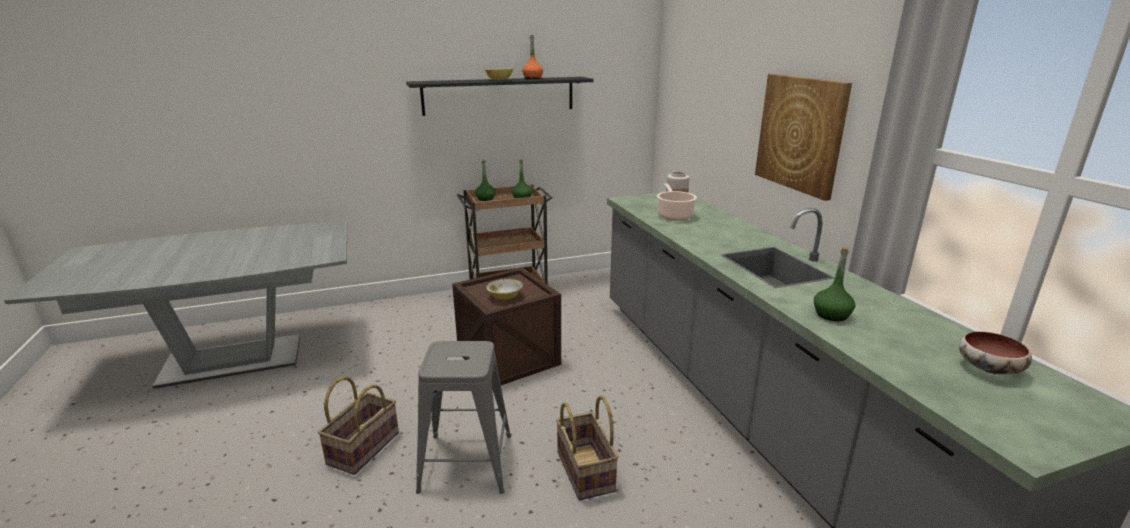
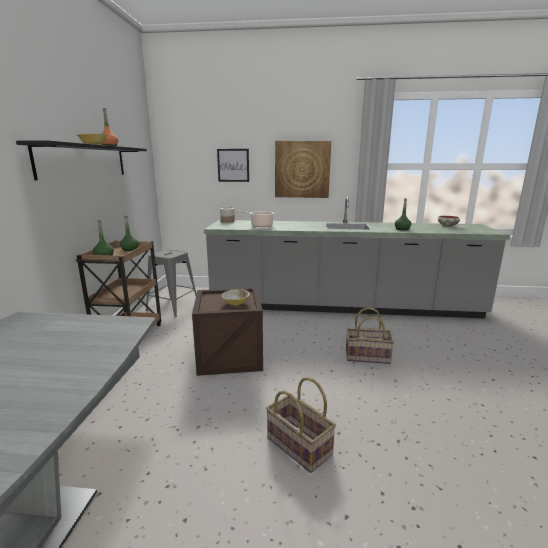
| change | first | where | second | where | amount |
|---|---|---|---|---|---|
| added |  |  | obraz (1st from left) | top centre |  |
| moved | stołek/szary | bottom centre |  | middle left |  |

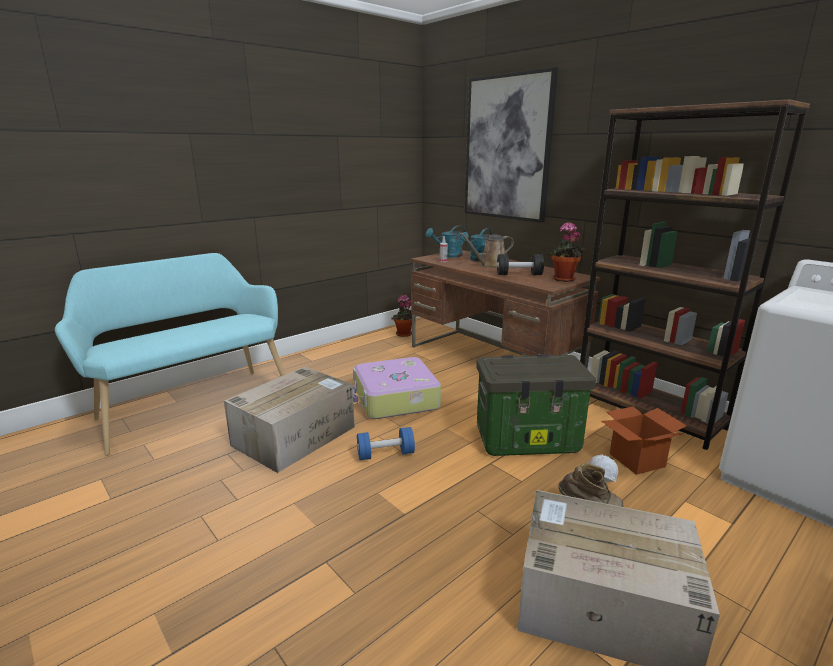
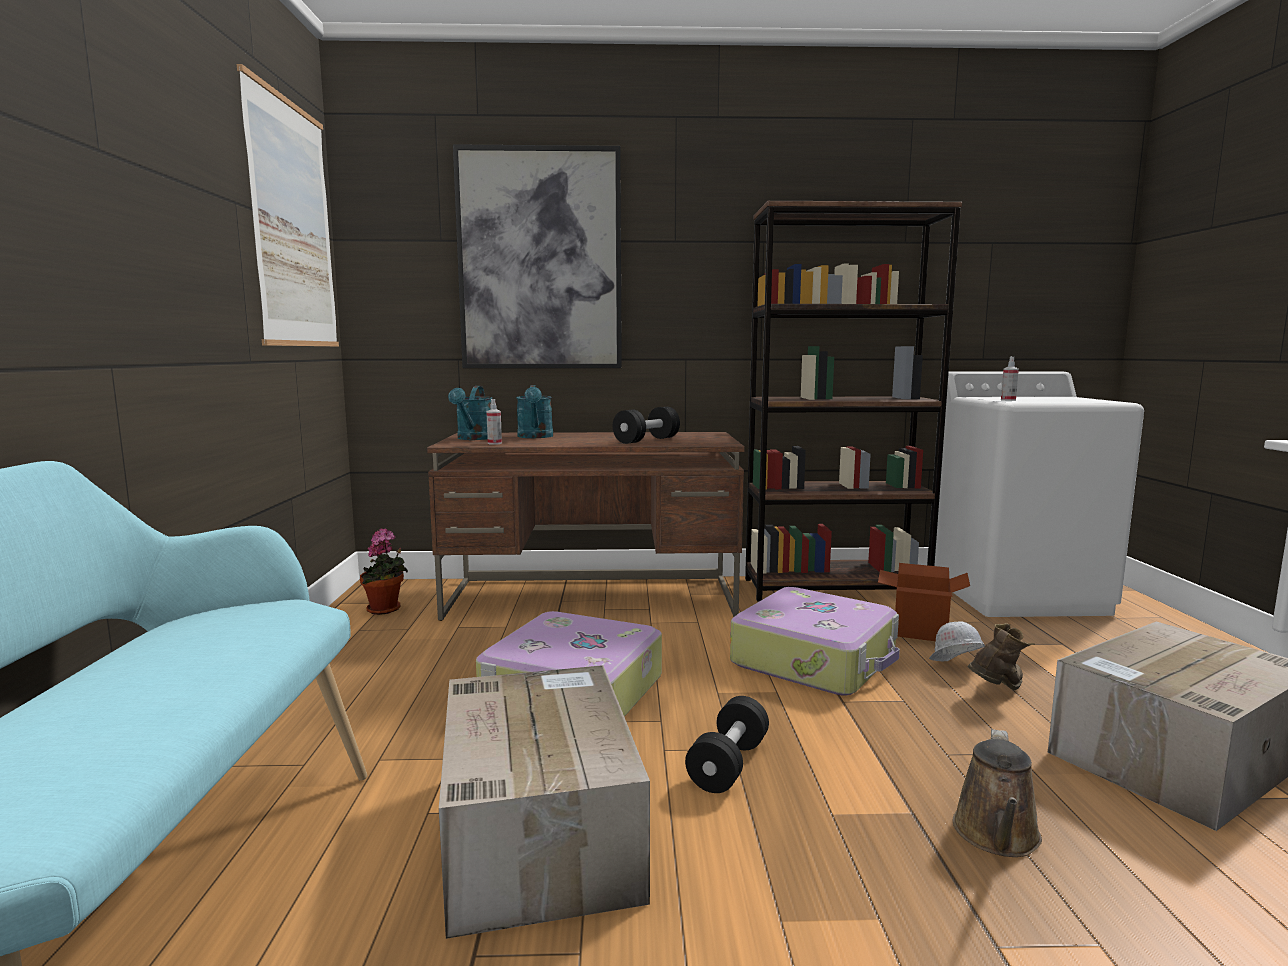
| change | first | where | second | where | amount |
|---|---|---|---|---|---|
| removed | roślina doniczkowa (2nd from left) | middle right |  |  |  |
| added |  |  | obraz (1st from left) | top left |  |
| added |  |  | spryskiwacz (2nd from left) | middle right |  |
| moved | konewka/brązowy | centre |  | bottom right |  |
| replaced | pojemnik do przechowywania | centre | walizka (2nd from left) | centre |  |
| recoloured | hantel/niebieski | centre | hantel/czarny (2nd from left) | bottom centre |  |

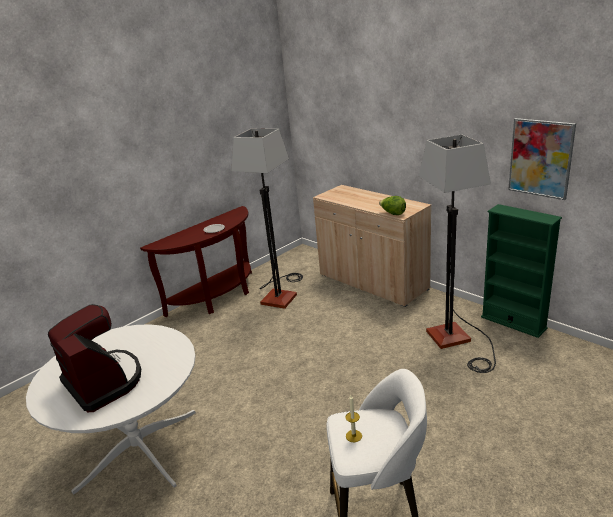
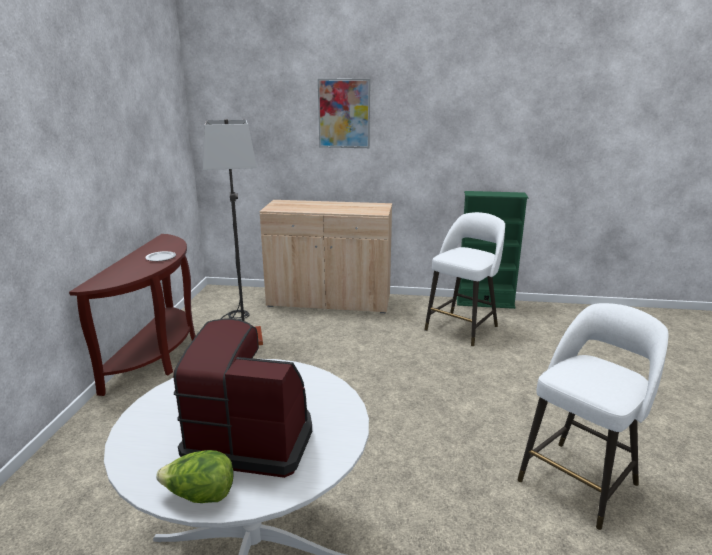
| change | first | where | second | where | amount |
|---|---|---|---|---|---|
| removed | świeca | bottom centre |  |  |  |
| moved | sałata | centre |  | bottom left |  |
| moved | obraz | top right |  | top centre |  |
| replaced | lampa stojąca (2nd from left) | middle right | stołek/biały (1st from left) | centre |  |

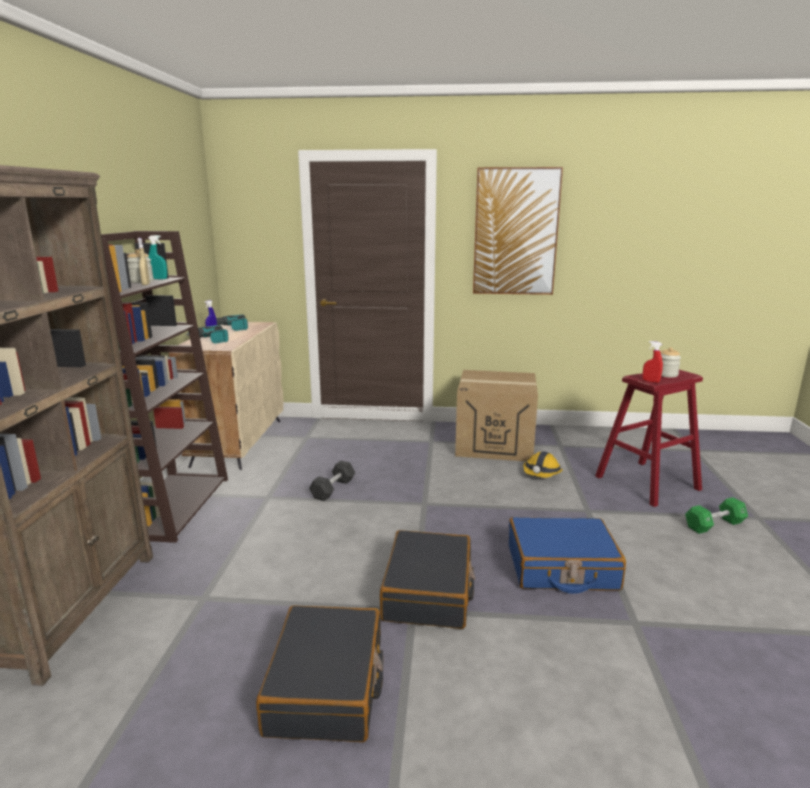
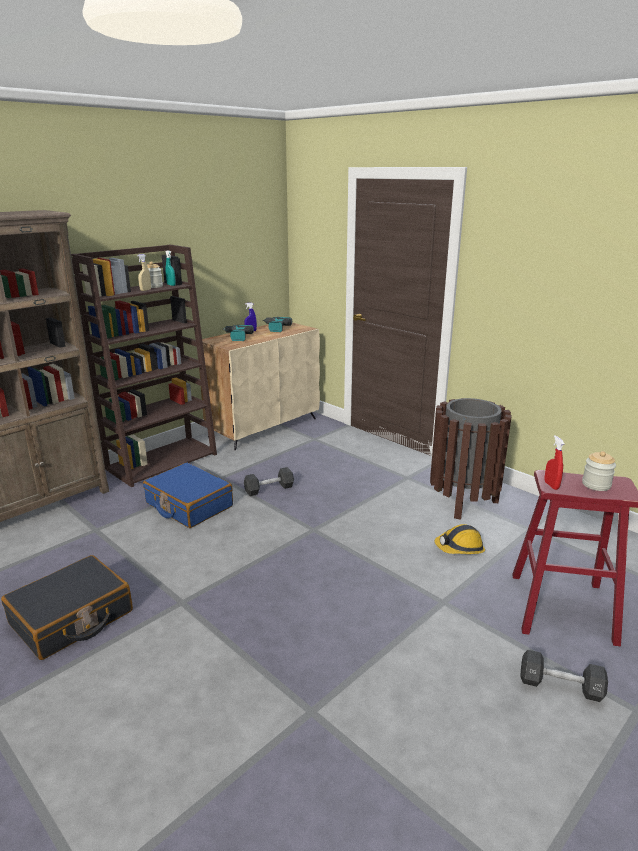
| change | first | where | second | where | amount |
|---|---|---|---|---|---|
| removed | walizka/czarny (2nd from left) | bottom centre |  |  |  |
| removed | obraz | top centre |  |  |  |
| moved | walizka/niebieski | bottom right |  | middle left |  |
| replaced | karton | centre | kosz na śmieci/brązowy | middle right |  |
| recoloured | hantel/zielony | middle right | hantel/czarny (2nd from left) | bottom right |  |

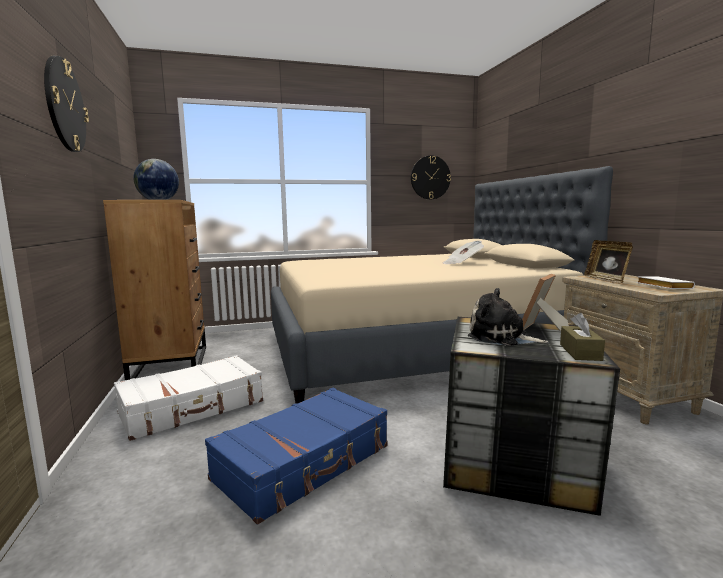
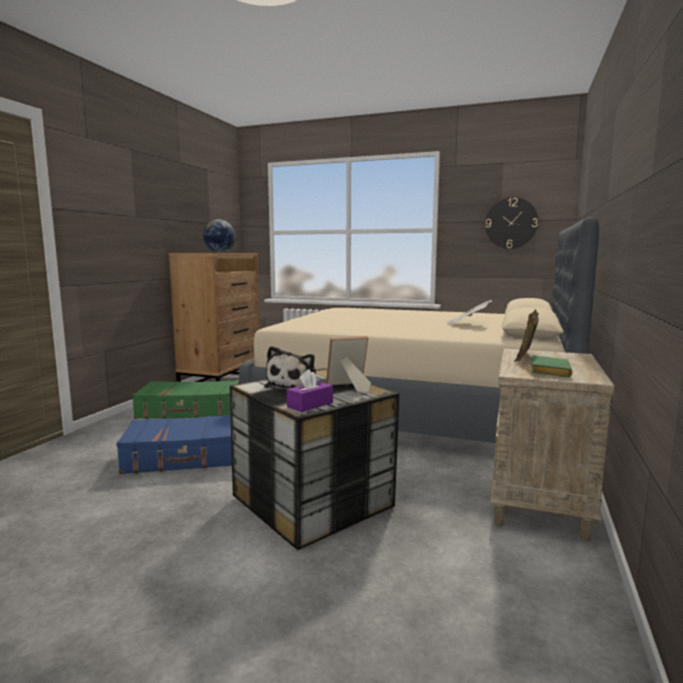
| change | first | where | second | where | amount |
|---|---|---|---|---|---|
| removed | zegar ścienny (1st from left) | top left |  |  |  |
| recoloured | walizka/biały | bottom left | walizka/zielony | middle left |  |
| recoloured | pudełko chusteczek/brązowy | middle right | pudełko chusteczek/fioletowy | centre |  |
| recoloured | książka/biały | middle right | książka/zielony | middle right |  |
| turned | pluszak | middle right |  | centre | 135 degrees counterclockwise |

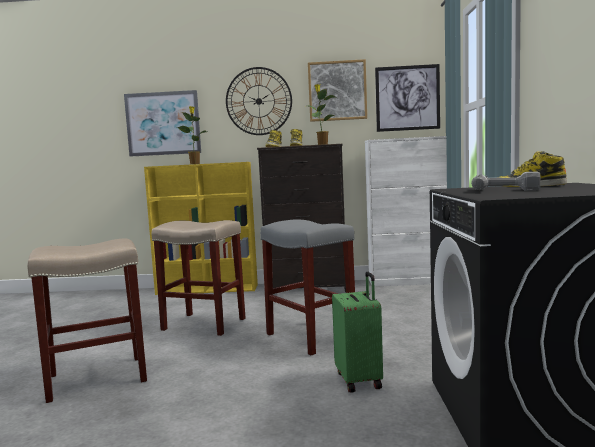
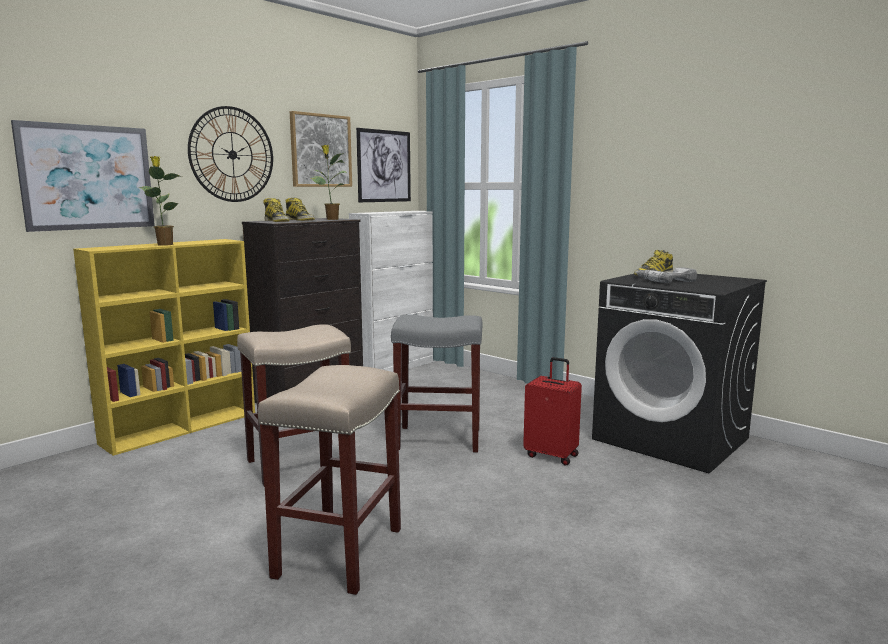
| change | first | where | second | where | amount |
|---|---|---|---|---|---|
| recoloured | walizka/zielony | bottom centre | walizka/czerwony | centre |  |

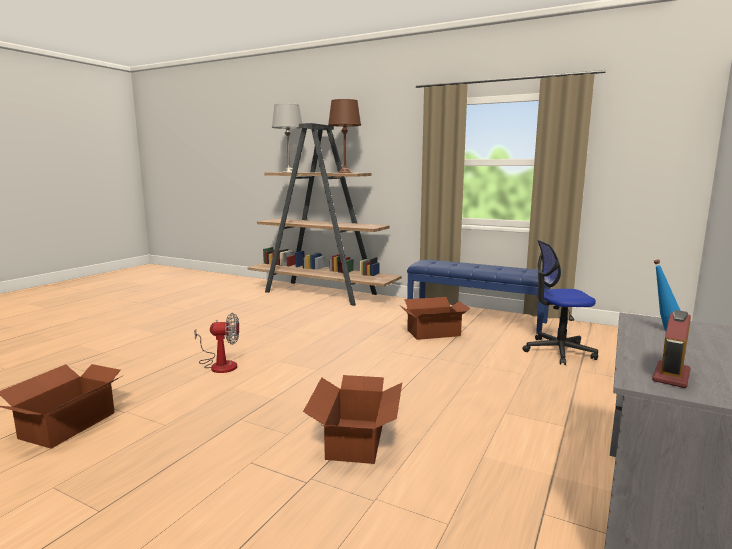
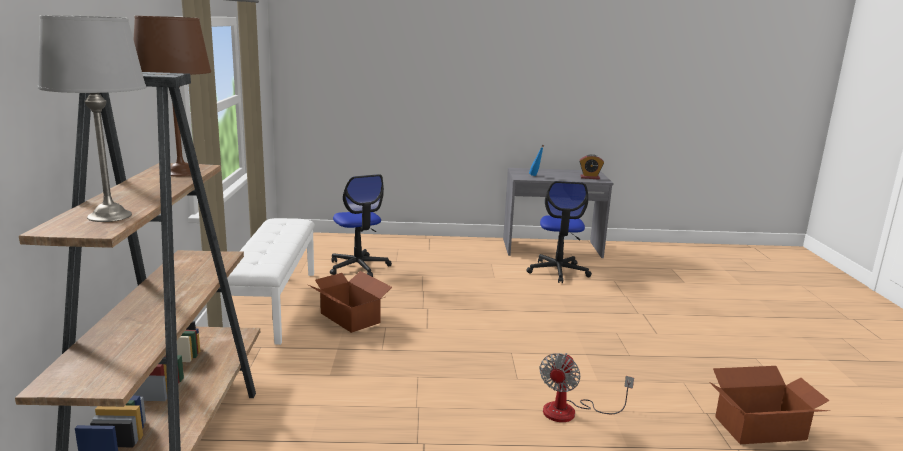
| change | first | where | second | where | amount |
|---|---|---|---|---|---|
| removed | karton (2nd from left) | bottom centre |  |  |  |
| added |  |  | krzesło biurowe (2nd from left) | centre |  |
| recoloured | ławka/niebieski | centre | ławka/biały | middle left |  |
| turned | wentylator | middle left |  | bottom centre | 120 degrees counterclockwise |

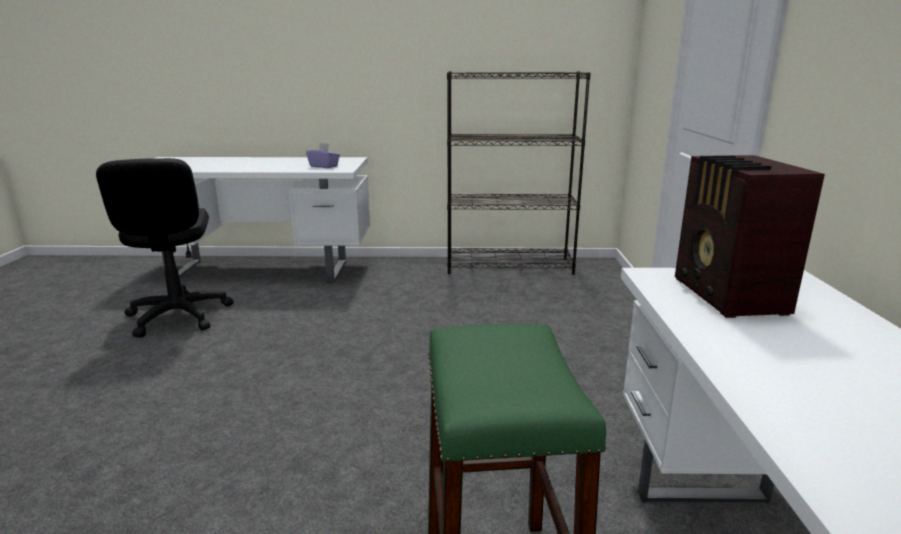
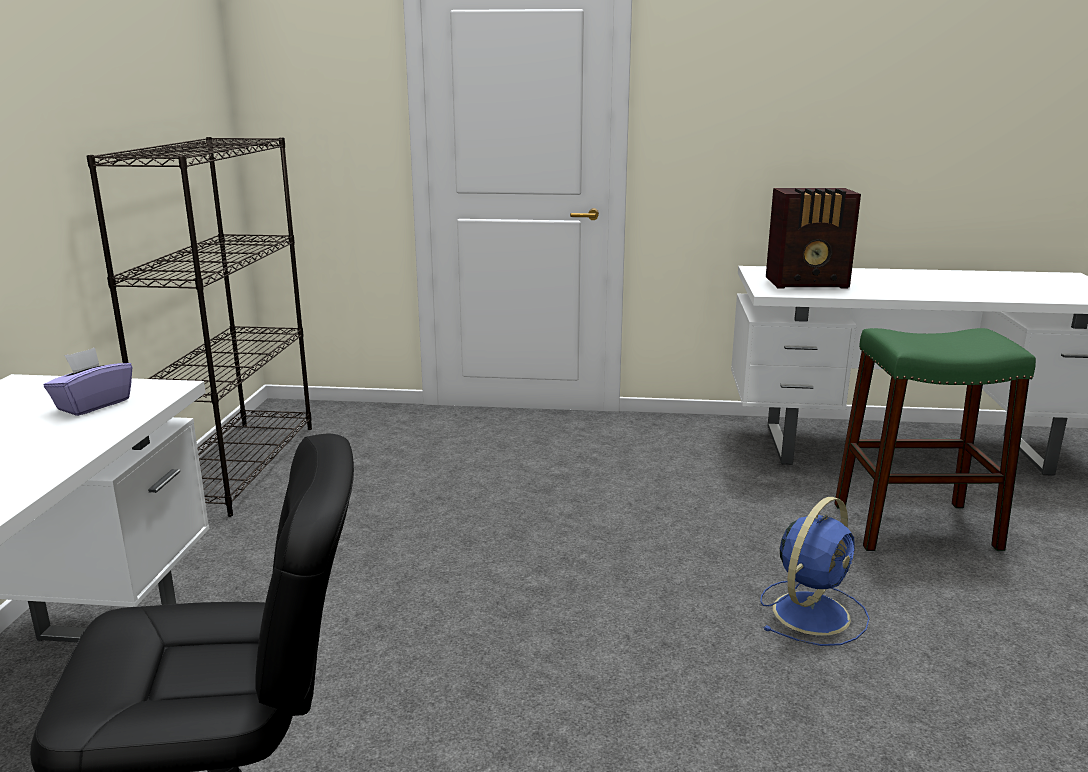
| change | first | where | second | where | amount |
|---|---|---|---|---|---|
| added |  |  | wentylator/niebieski | bottom right |  |

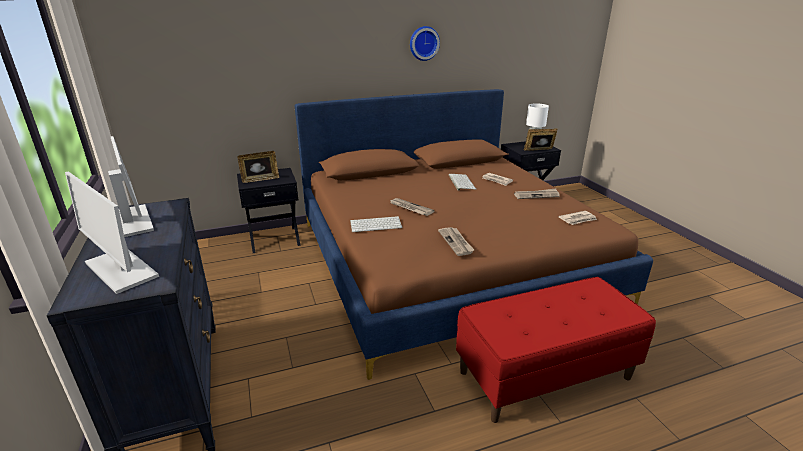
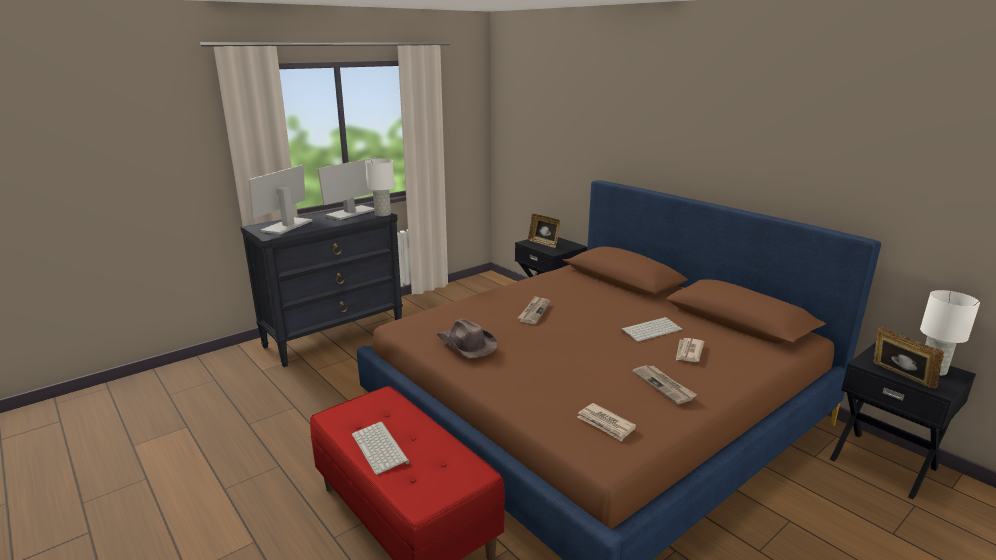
| change | first | where | second | where | amount |
|---|---|---|---|---|---|
| removed | zegar ścienny | top centre |  |  |  |
| added |  |  | lampa stołowa/biały (1st from left) | centre |  |
| moved | klawiatura (1st from left) | centre |  | bottom centre |  |
| replaced | gazeta (2nd from left) | centre | kapelusz/brązowy | centre |  |

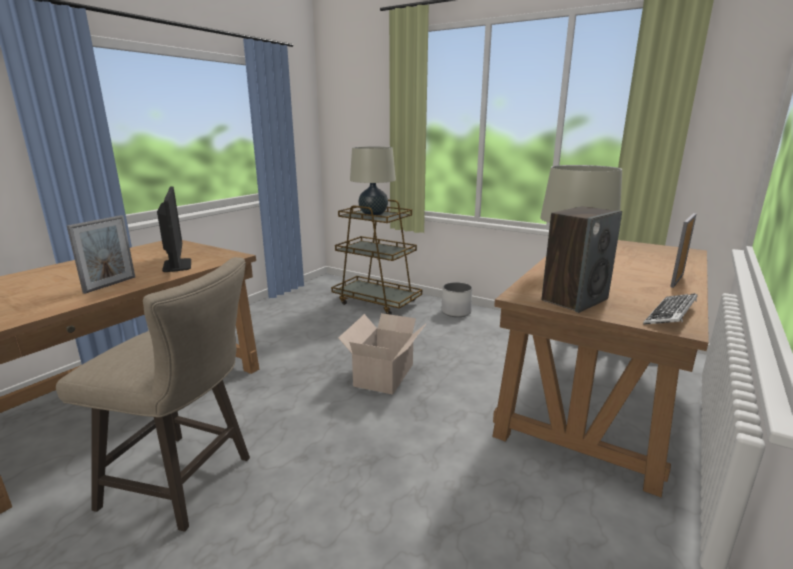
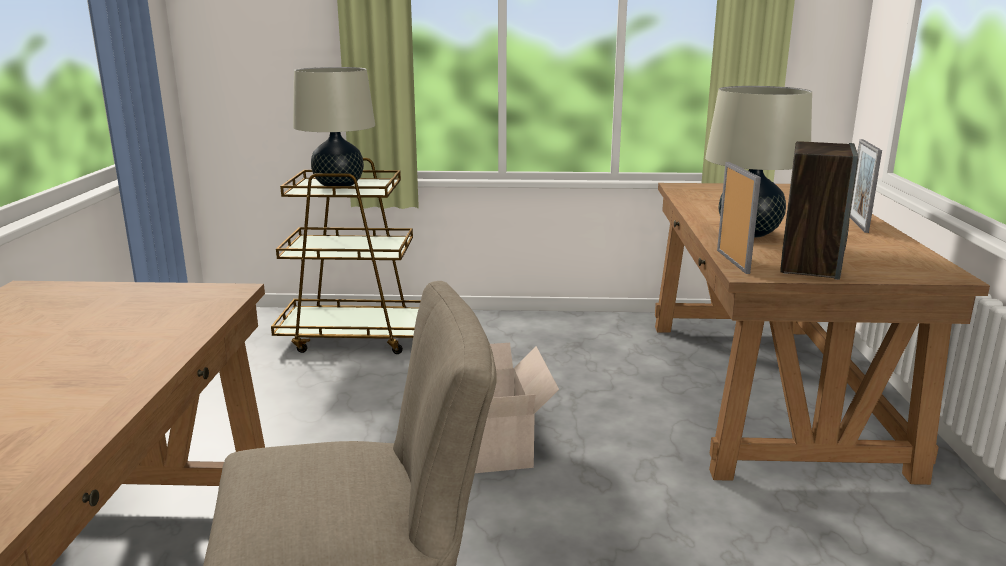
| change | first | where | second | where | amount |
|---|---|---|---|---|---|
| removed | monitor | middle left |  |  |  |
| removed | donica/biały | centre |  |  |  |
| removed | klawiatura | middle right |  |  |  |
| moved | ramka na zdjęcie (1st from left) | middle left |  | middle right |  |

